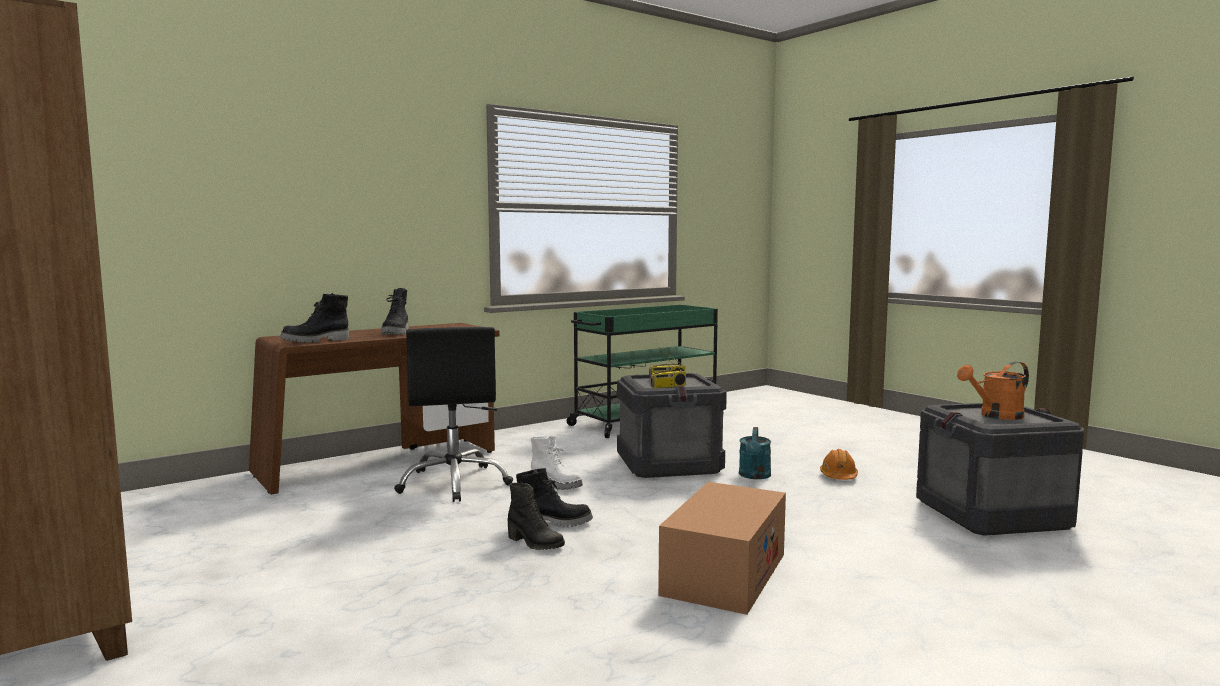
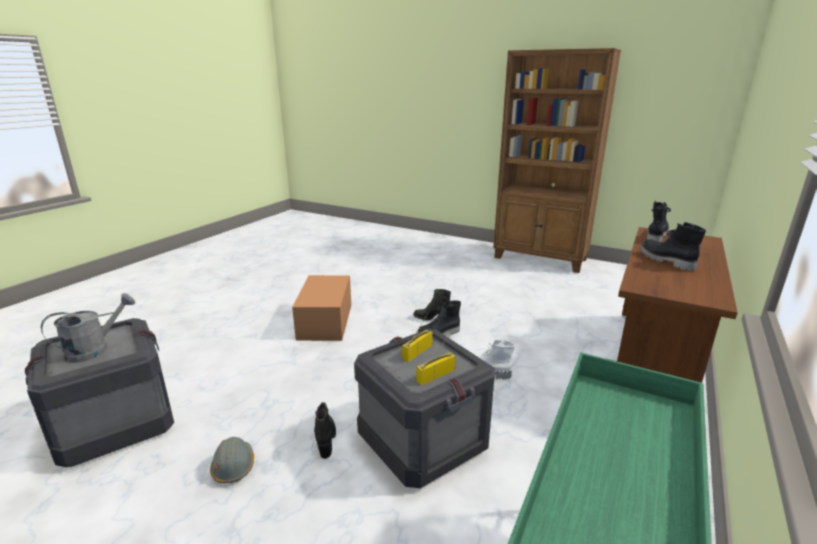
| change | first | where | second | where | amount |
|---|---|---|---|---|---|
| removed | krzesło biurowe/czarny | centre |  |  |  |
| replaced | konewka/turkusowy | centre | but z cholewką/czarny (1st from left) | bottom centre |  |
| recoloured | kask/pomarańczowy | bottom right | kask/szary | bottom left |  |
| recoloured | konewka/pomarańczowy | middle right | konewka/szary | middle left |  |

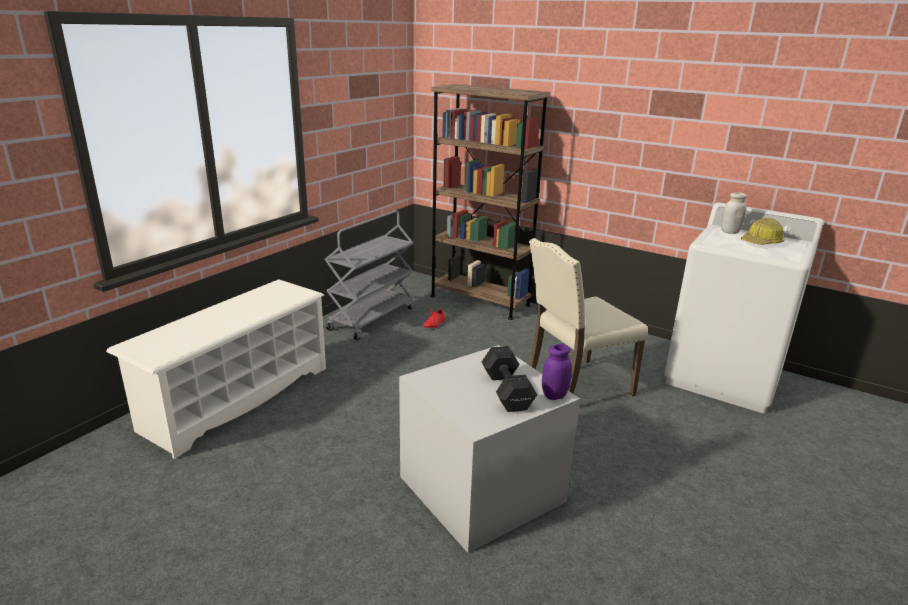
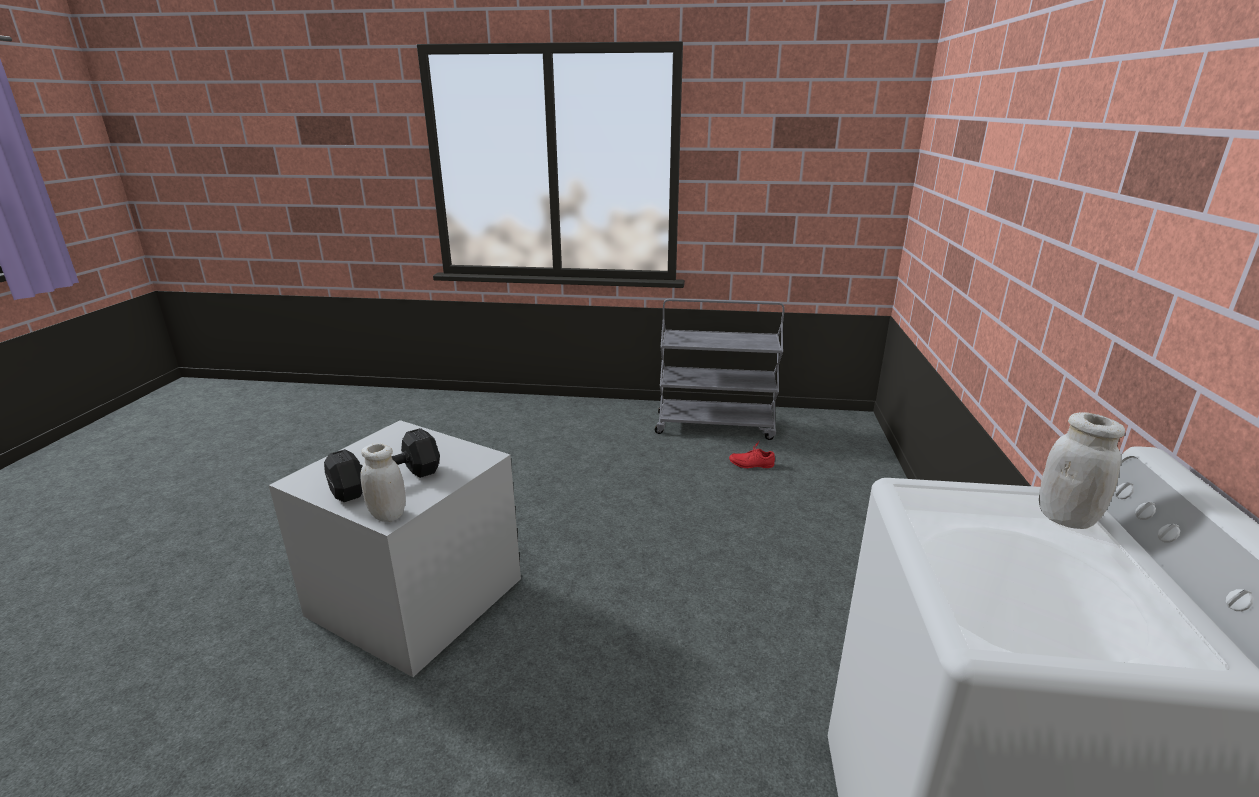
| change | first | where | second | where | amount |
|---|---|---|---|---|---|
| removed | regał na buty/biały | middle left |  |  |  |
| removed | regał/brązowy | centre |  |  |  |
| removed | krzesło/beżowy | centre |  |  |  |
| removed | kask | middle right |  |  |  |
| recoloured | słoik/fioletowy | centre | słoik/biały (1st from left) | middle left |  |

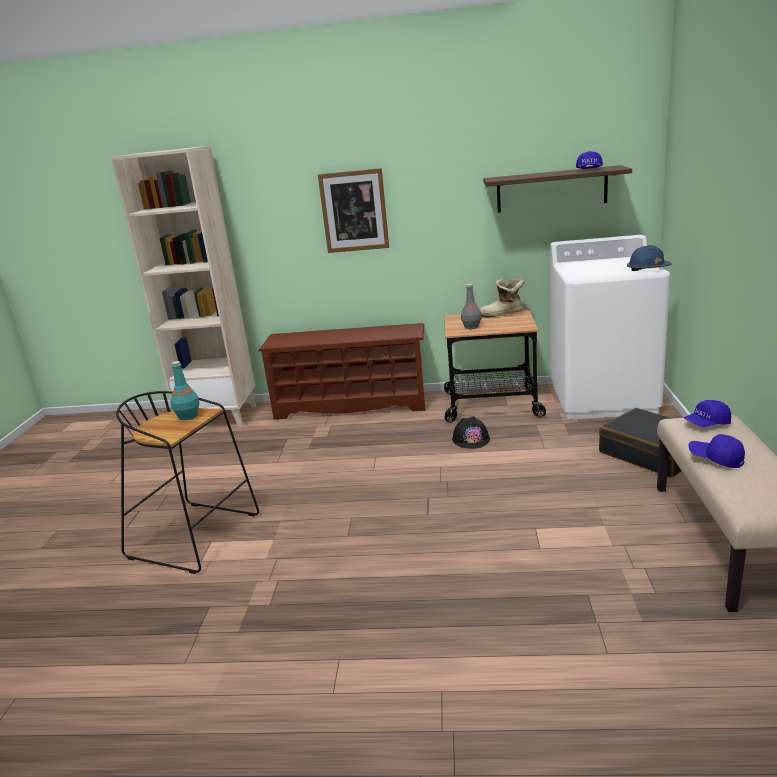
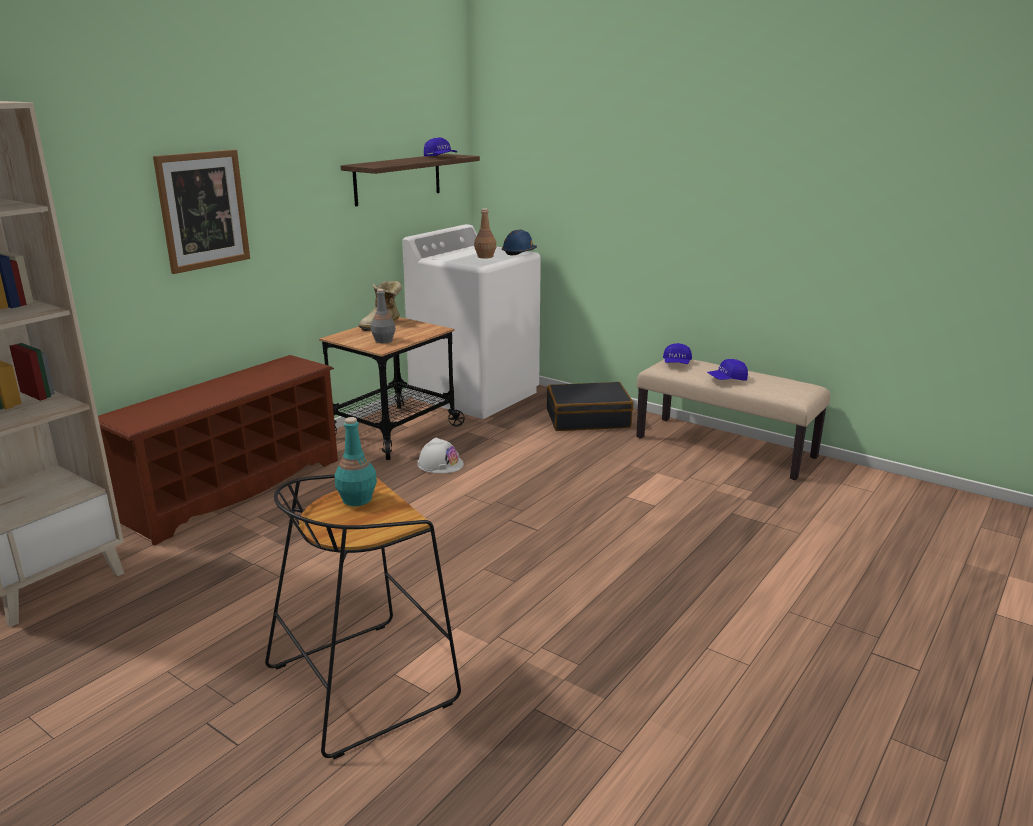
| change | first | where | second | where | amount |
|---|---|---|---|---|---|
| added |  |  | butelka/brązowy | top centre |  |
| recoloured | kask/czarny | centre | kask/biały | centre |  |

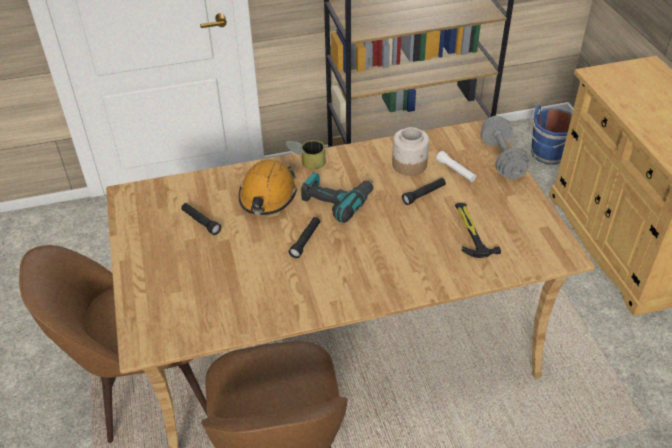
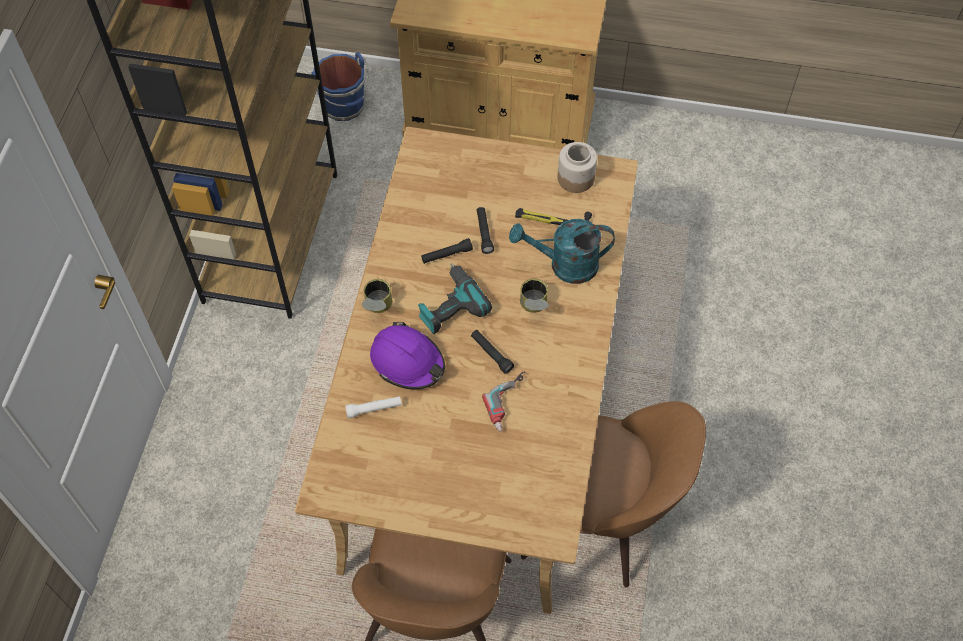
| change | first | where | second | where | amount |
|---|---|---|---|---|---|
| removed | hantel/szary | top right |  |  |  |
| added |  |  | wiertarka (2nd from left) | centre |  |
| added |  |  | konewka/turkusowy | centre |  |
| added |  |  | puszka (2nd from left) | centre |  |
| moved | latarka/czarny (1st from left) | middle left |  | centre |  |
| moved | słoik | centre |  | top centre |  |
| moved | latarka/biały | middle right |  | centre |  |
| recoloured | kask/pomarańczowy | centre | kask/fioletowy | centre |  |

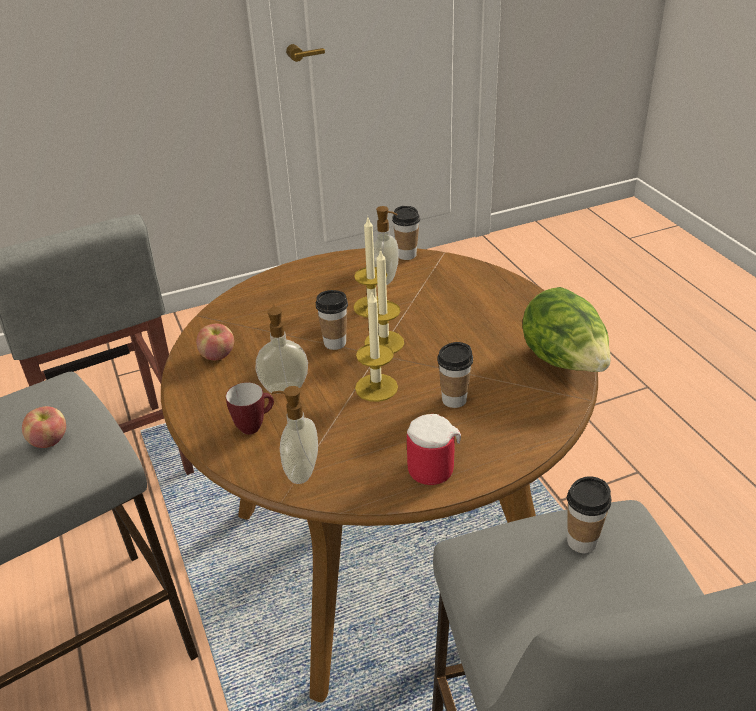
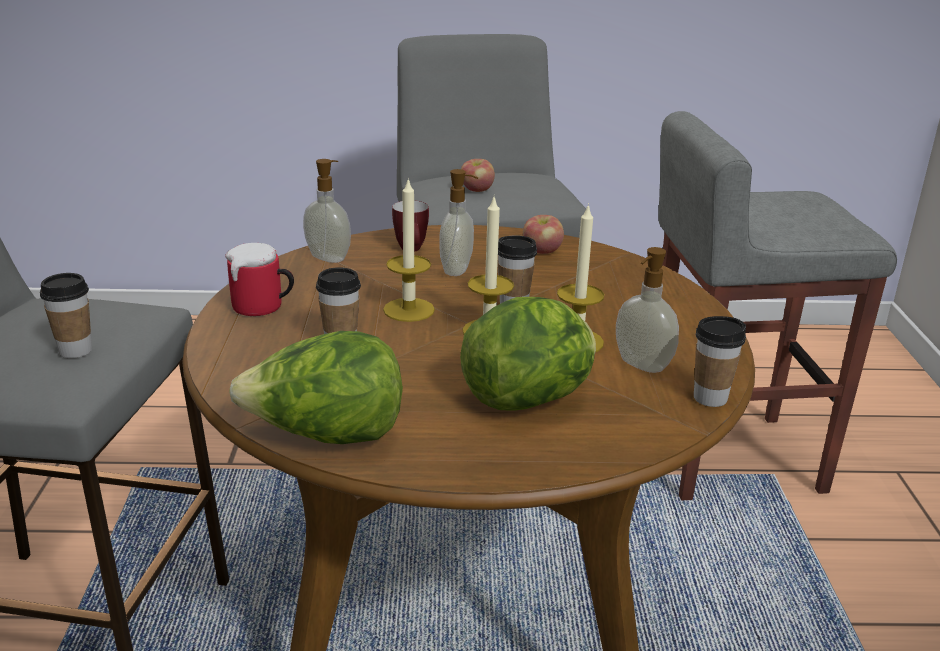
| change | first | where | second | where | amount |
|---|---|---|---|---|---|
| added |  |  | sałata (2nd from left) | centre |  |

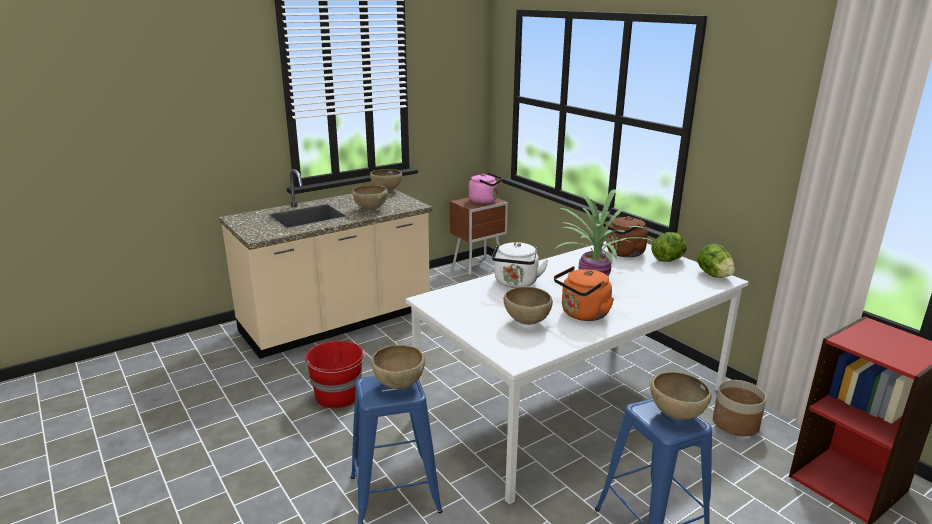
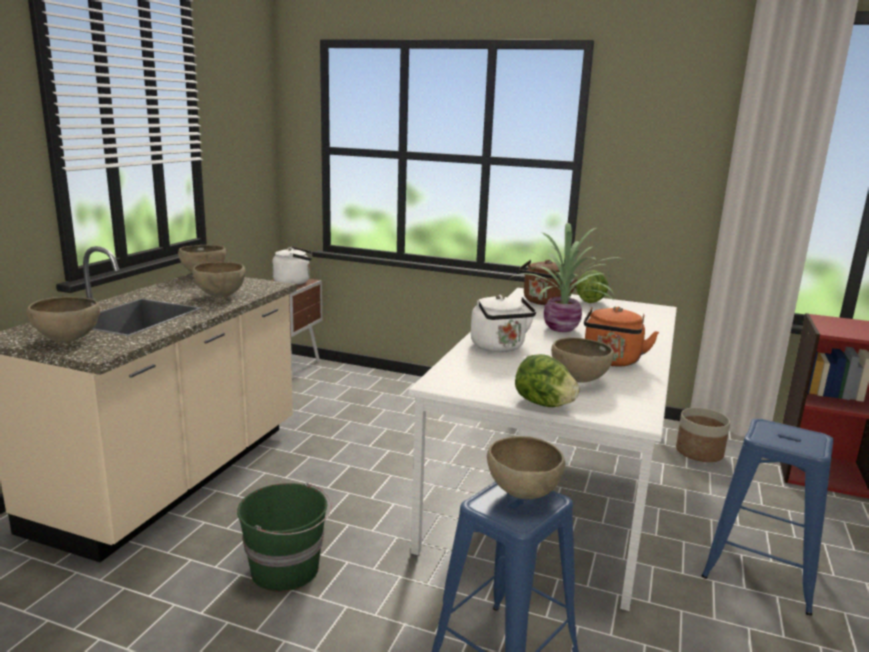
| change | first | where | second | where | amount |
|---|---|---|---|---|---|
| moved | miska/brązowy (5th from left in the first image) | bottom right | miska/brązowy (1st from left) | middle left |  |
| moved | sałata (2nd from left in the first image) | middle right | sałata (1st from left) | centre |  |
| recoloured | wiadro/czerwony | bottom centre | wiadro/zielony | bottom left |  |
| recoloured | czajnik/różowy | centre | czajnik/biały (1st from left) | centre |  |

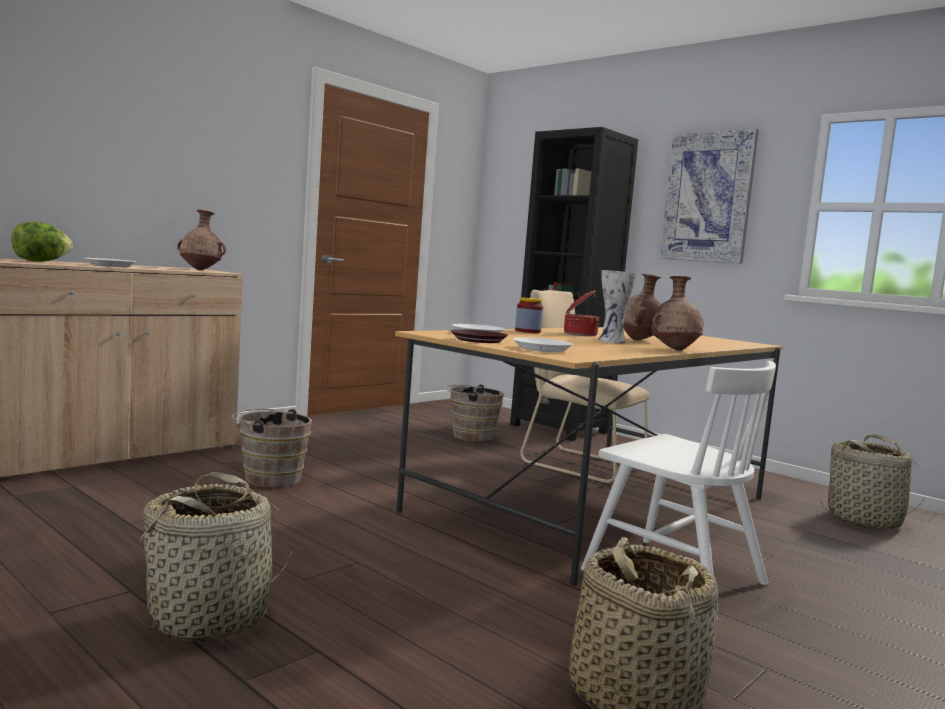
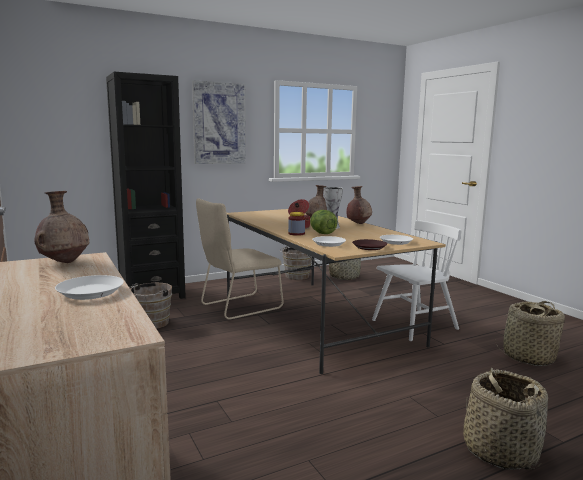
| change | first | where | second | where | amount |
|---|---|---|---|---|---|
| moved | sałata | middle left |  | centre |  |
| moved | wiadro/brązowy (1st from left in the first image) | middle left | wiadro/brązowy (2nd from left) | centre |  |

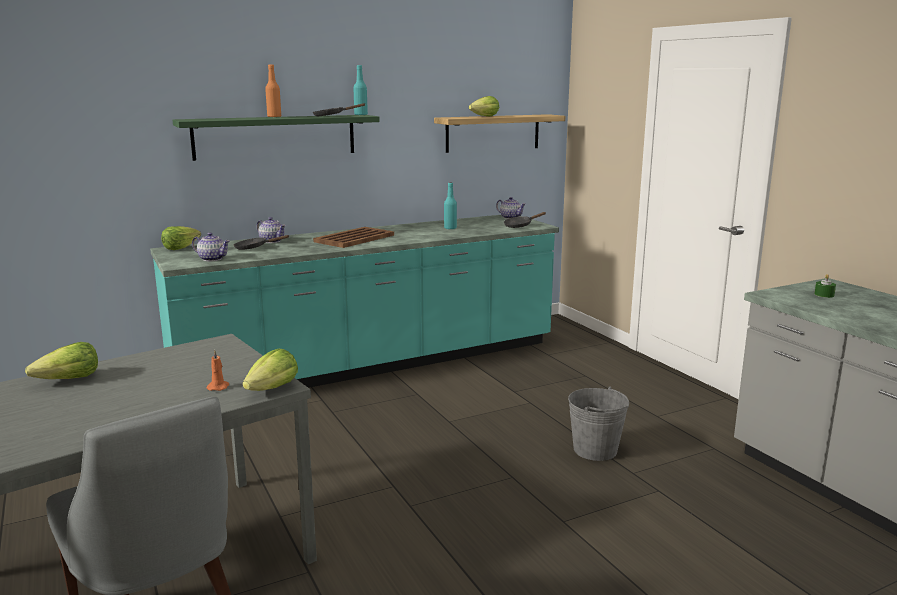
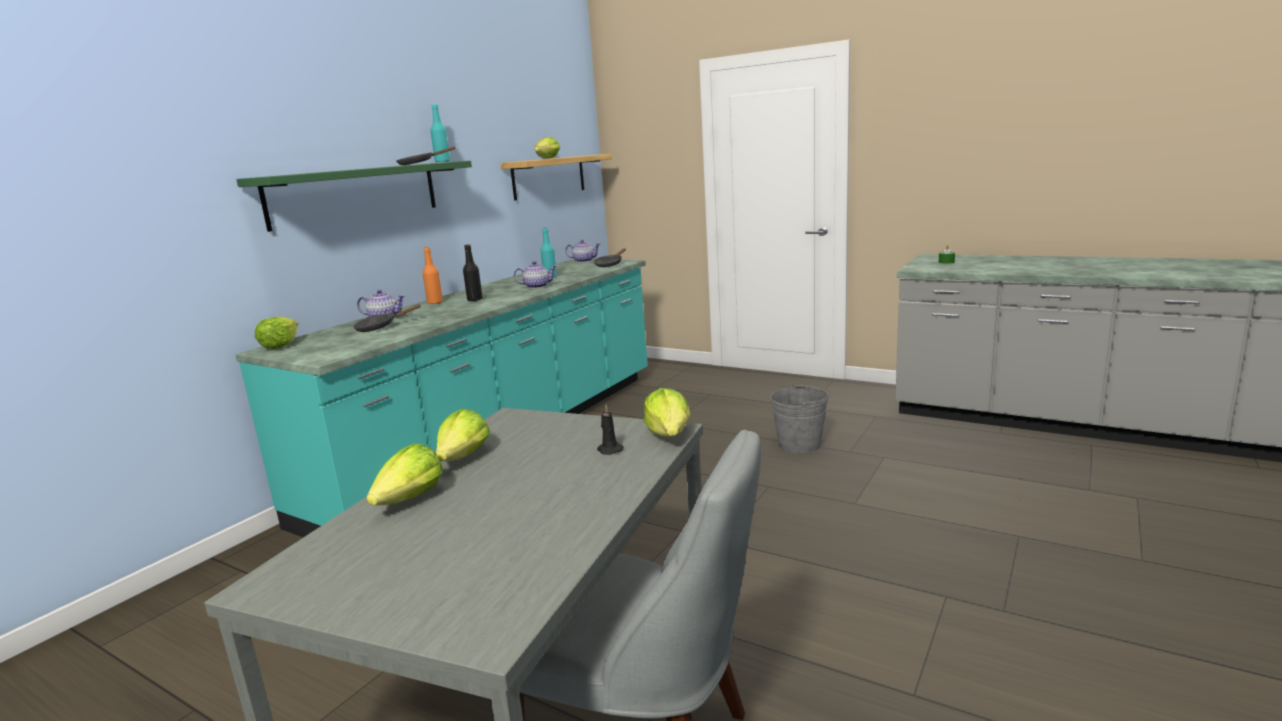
| change | first | where | second | where | amount |
|---|---|---|---|---|---|
| added |  |  | sałata (3rd from left) | centre |  |
| moved | imbryk (1st from left in the first image) | middle left | imbryk (2nd from left) | centre |  |
| moved | butelka/pomarańczowy | top left |  | centre |  |
| replaced | taca/brązowy | centre | butelka/czarny | centre |  |
| recoloured | świeca/pomarańczowy | middle left | świeca/czarny | centre |  |

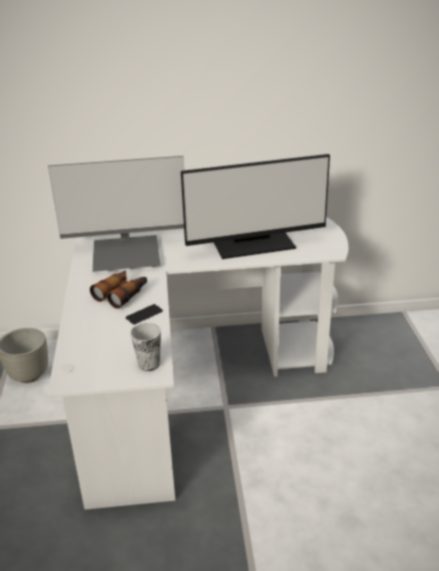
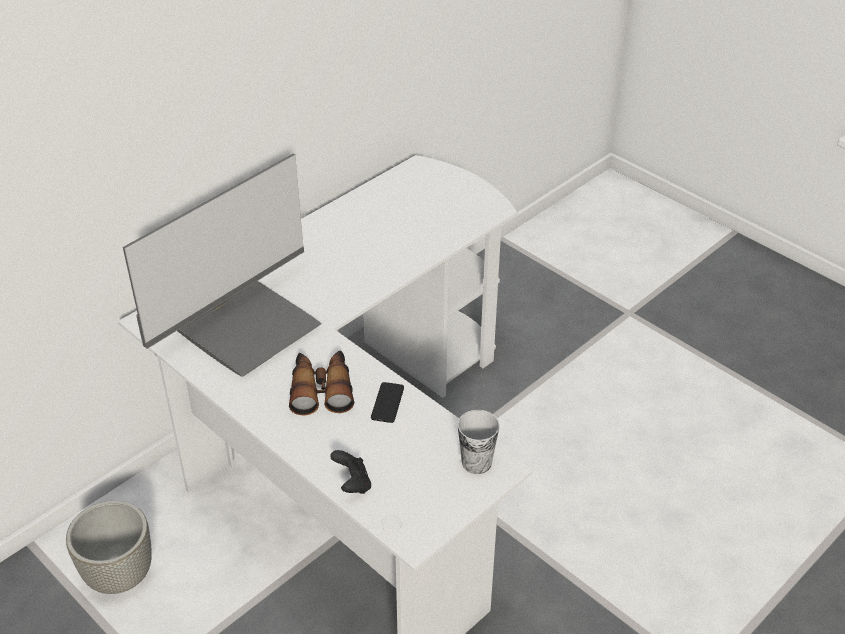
| change | first | where | second | where | amount |
|---|---|---|---|---|---|
| removed | monitor (2nd from left) | centre |  |  |  |
| added |  |  | pad do gier/czarny | bottom centre |  |

